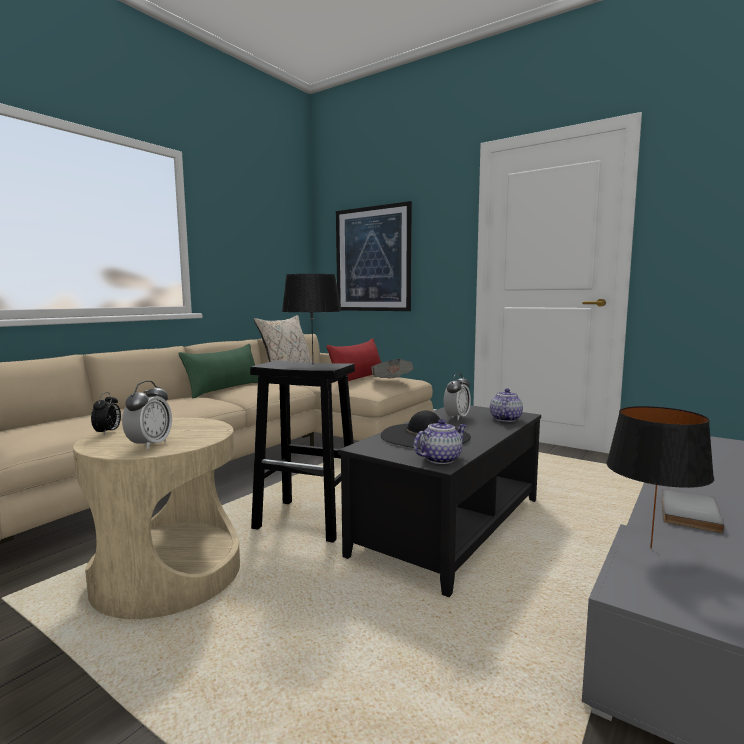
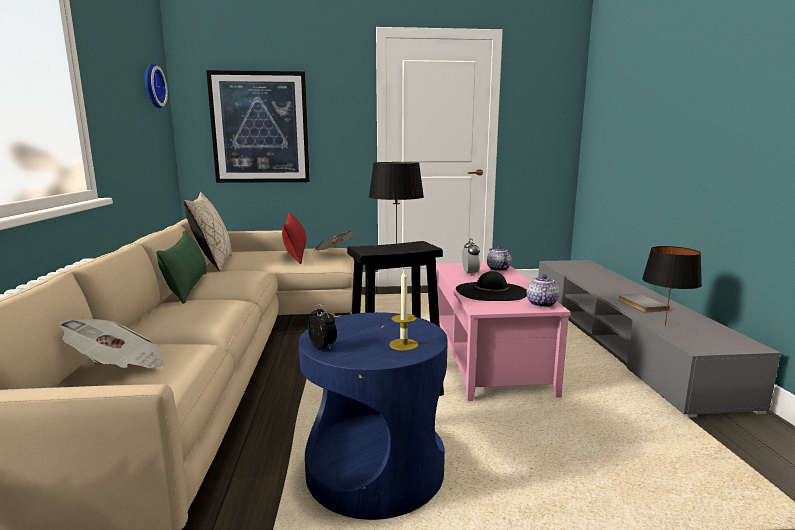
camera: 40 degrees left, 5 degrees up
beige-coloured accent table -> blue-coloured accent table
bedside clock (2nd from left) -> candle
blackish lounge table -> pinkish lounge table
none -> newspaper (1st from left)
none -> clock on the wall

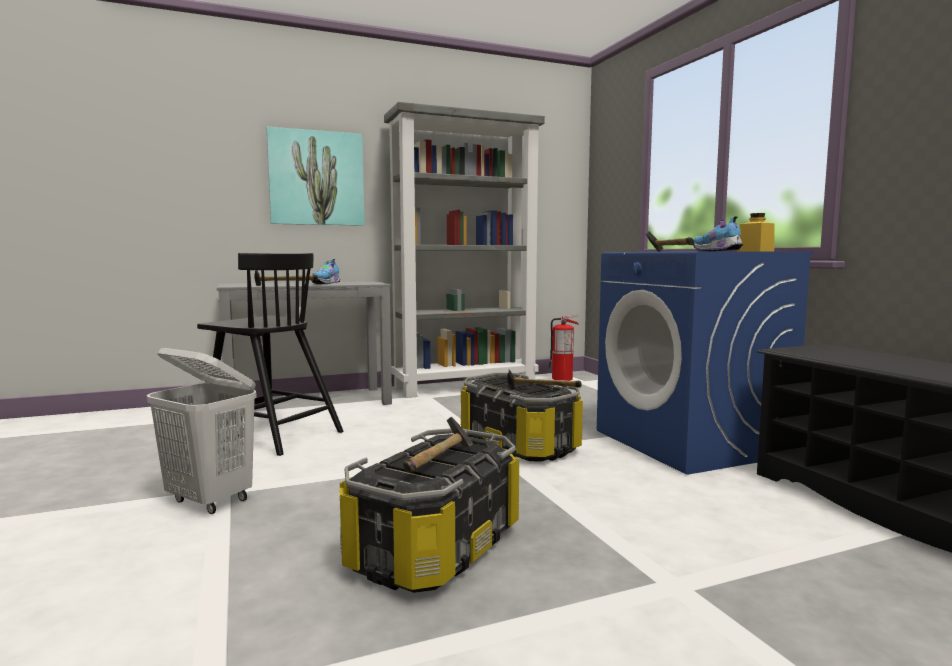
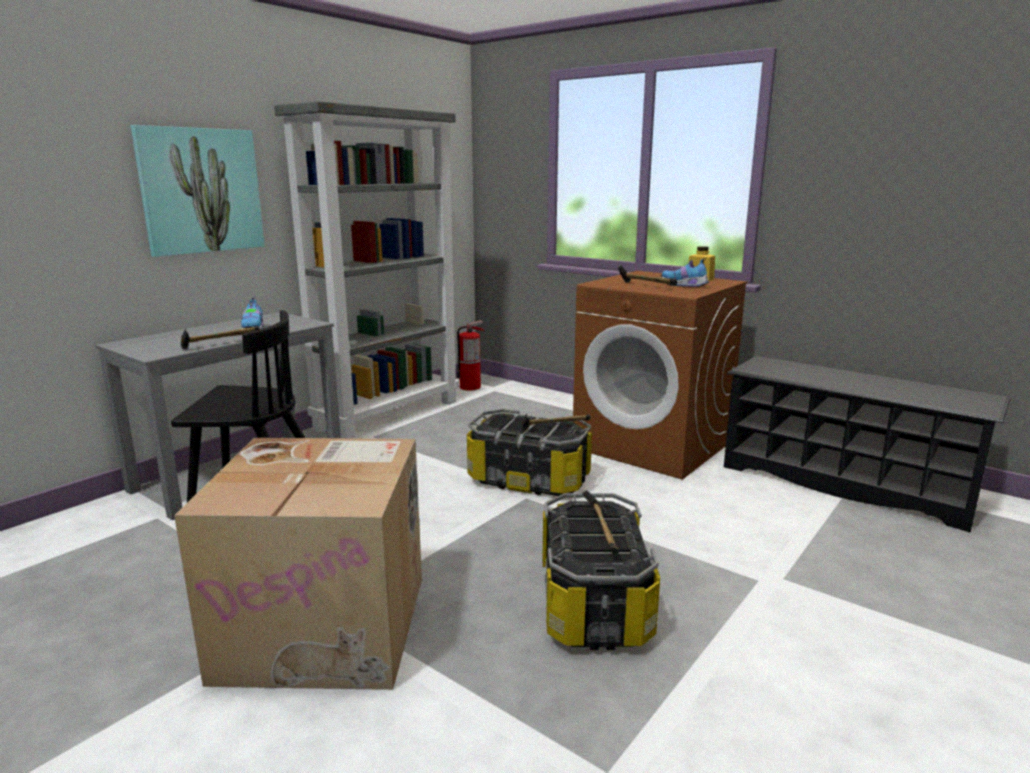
camera: 30 degrees left, 10 degrees up
white-coloured washing basket -> packing box
blue-coloured laundry appliance -> brownish laundry appliance

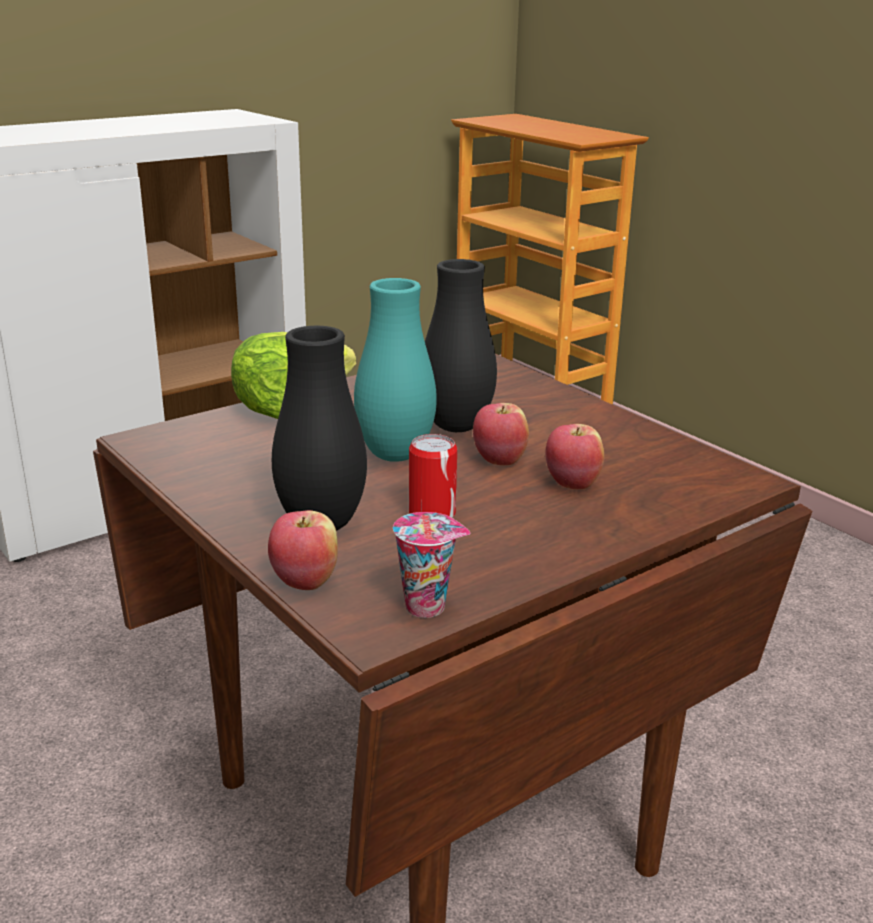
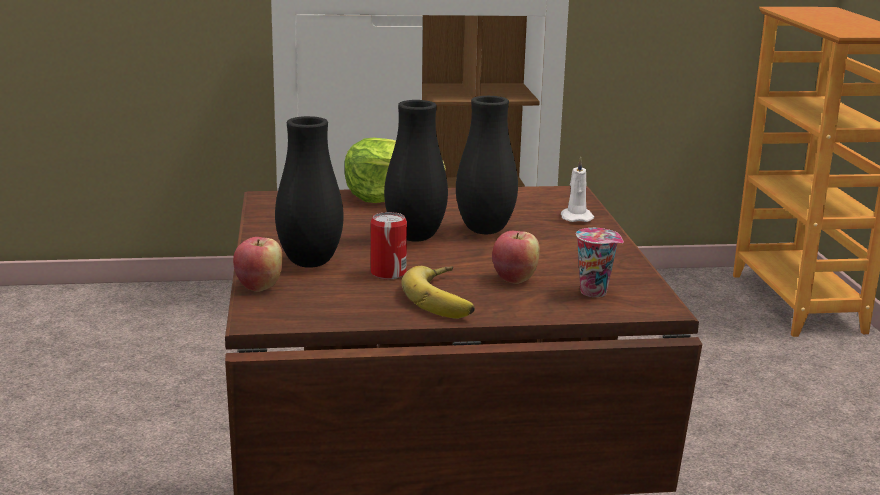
camera: 30 degrees right, 5 degrees down
turquoise-coloured decorative vase -> blackish decorative vase (2nd from left)
small cup, moved
apple (2nd from left) -> none
none -> banana
none -> white-coloured candle

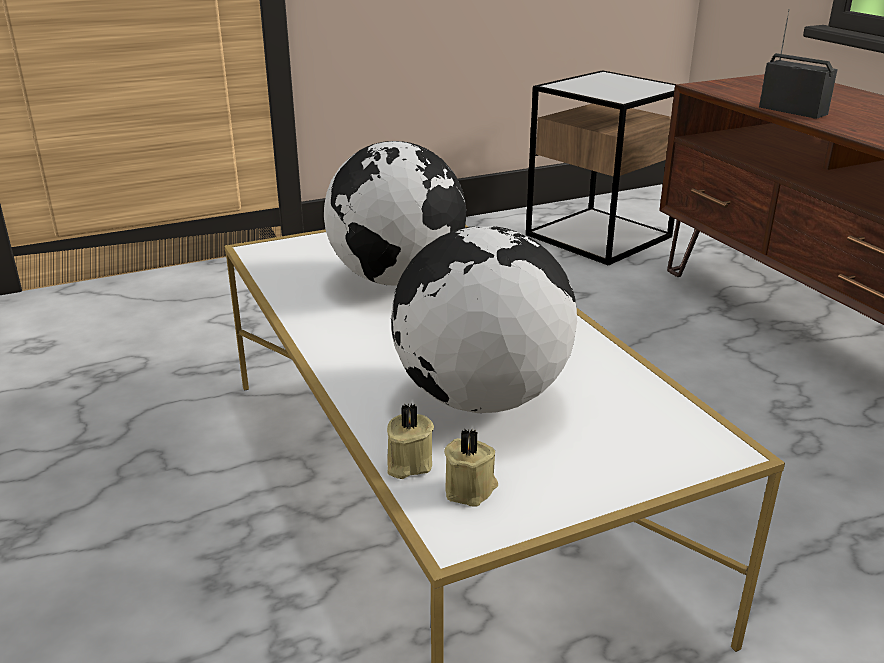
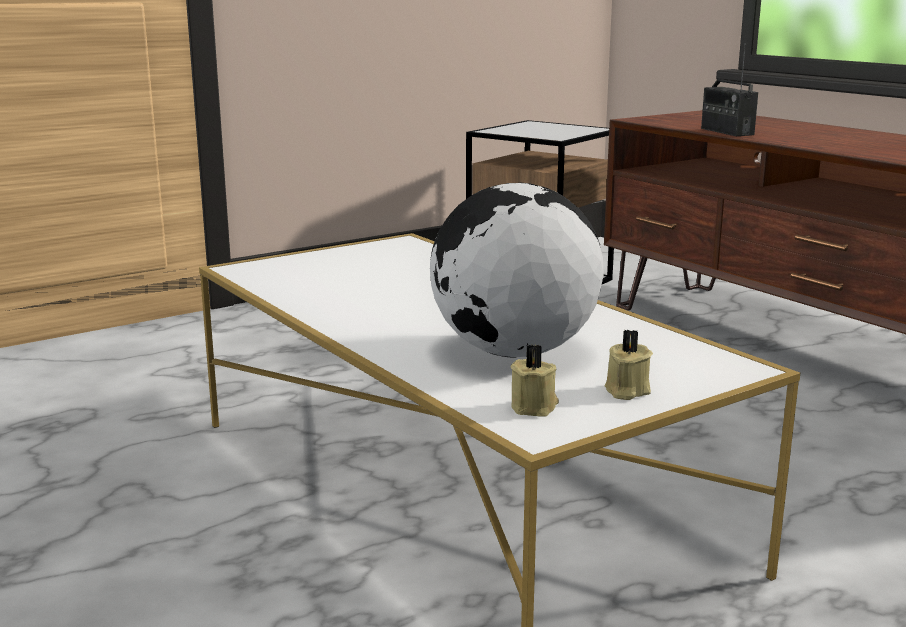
camera: 10 degrees left, 10 degrees down
desk globe (1st from left) -> none
beige-coloured candle (1st from left in the first image) -> beige-coloured candle (2nd from left), moved
radio, 150 degrees counterclockwise

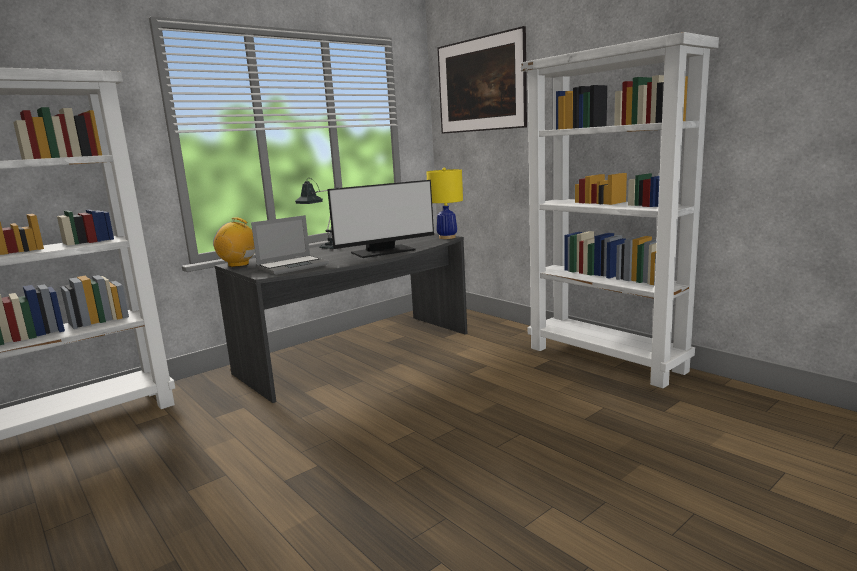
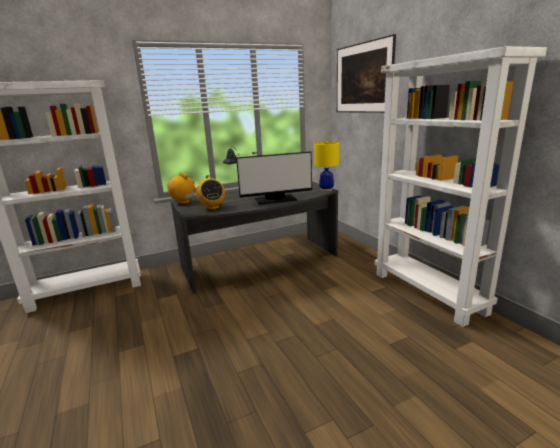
camera: 15 degrees right, 5 degrees up
laptop -> radio (2nd from left)

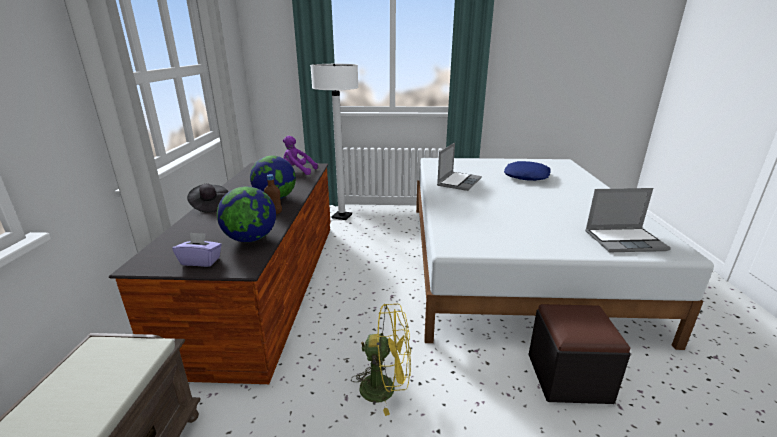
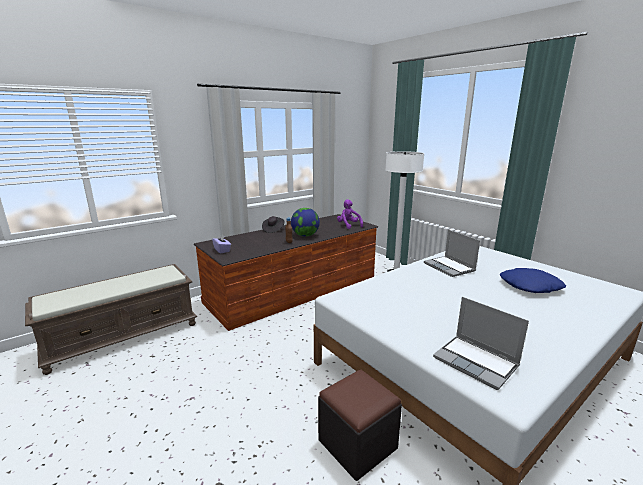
camera: 50 degrees right, 5 degrees down
desk globe (1st from left) -> none
yellowish cooling fan -> none
laptop (1st from left), 75 degrees clockwise

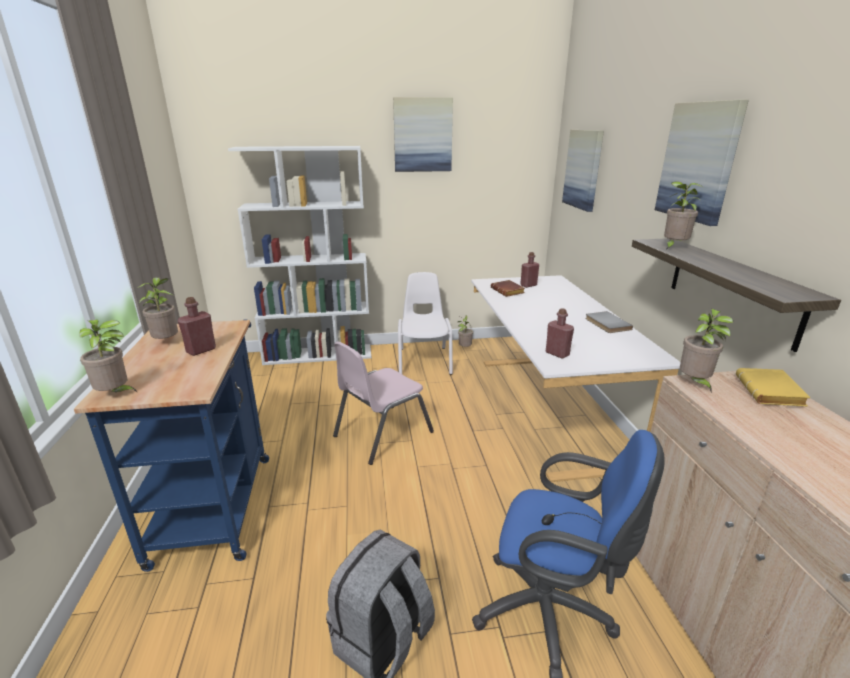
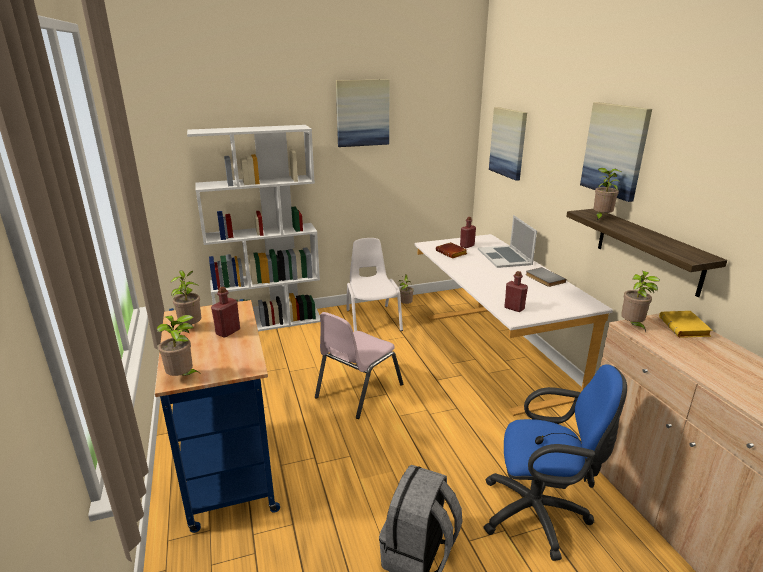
camera: 10 degrees left, 0 degrees up
none -> laptop

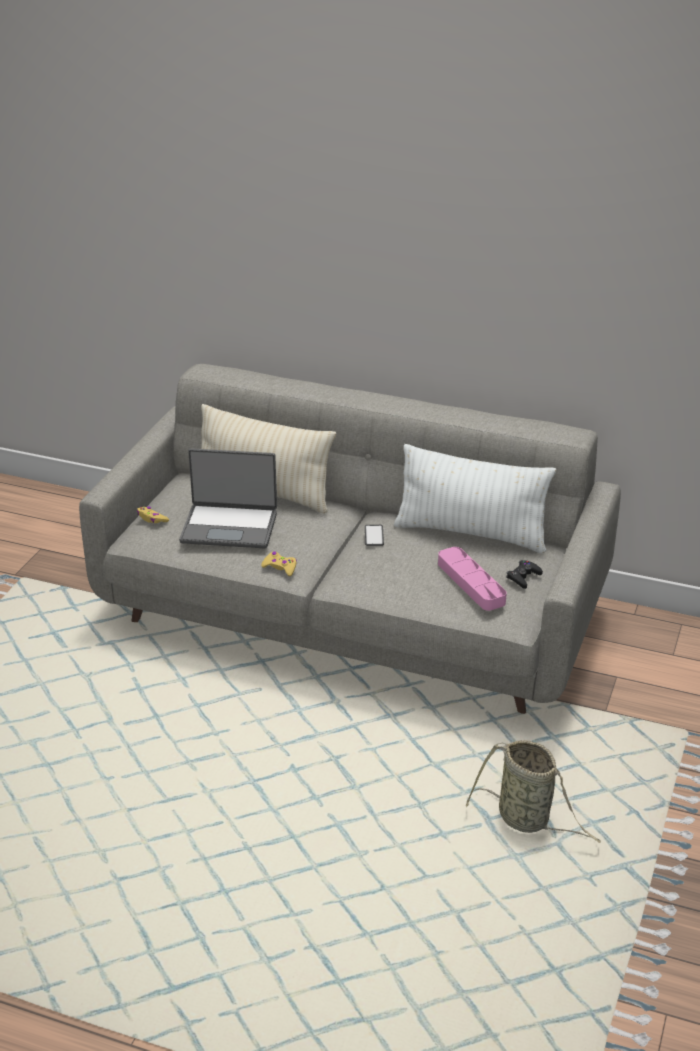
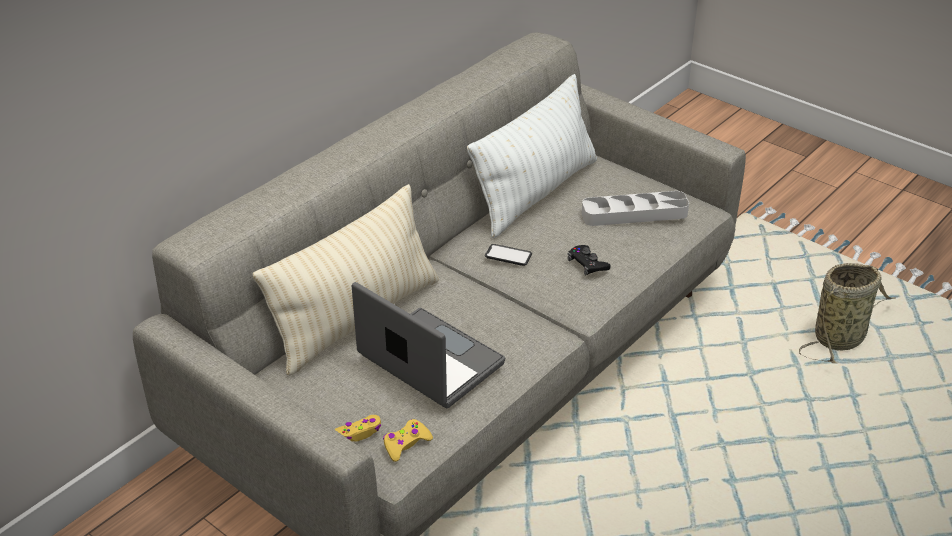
camera: 70 degrees left, 5 degrees up
laptop, 75 degrees counterclockwise
yellowish game controller (2nd from left), moved
pinkish tray -> greyish tray
blackish game controller, moved

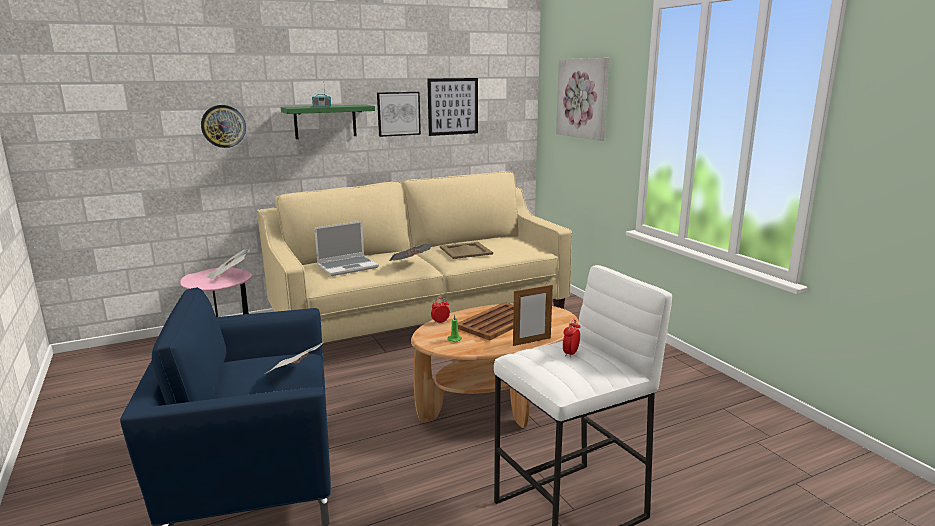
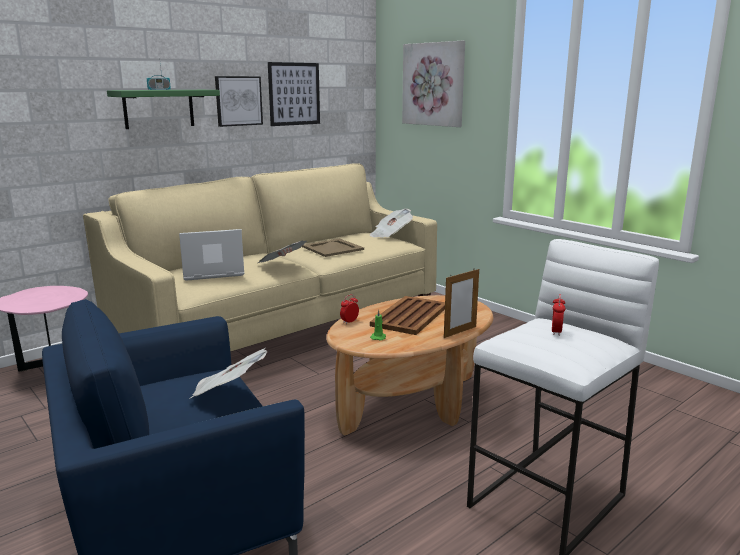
camera: 15 degrees left, 0 degrees up
clock on the wall -> none
newspaper (1st from left in the first image) -> newspaper (3rd from left), moved
laptop, 150 degrees counterclockwise

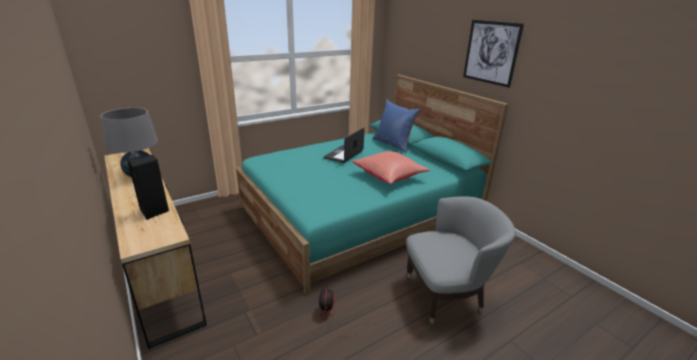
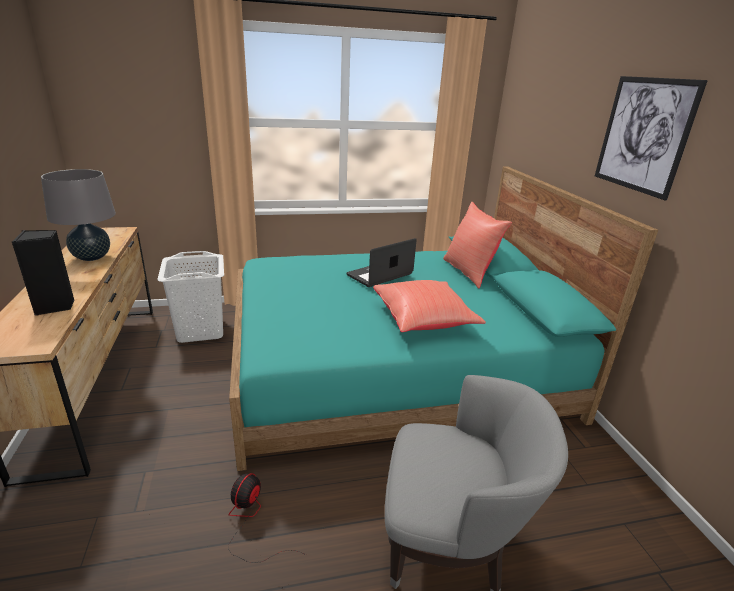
camera: 20 degrees right, 0 degrees up
blue-coloured throw pillow -> red-coloured throw pillow (2nd from left)
none -> white-coloured washing basket

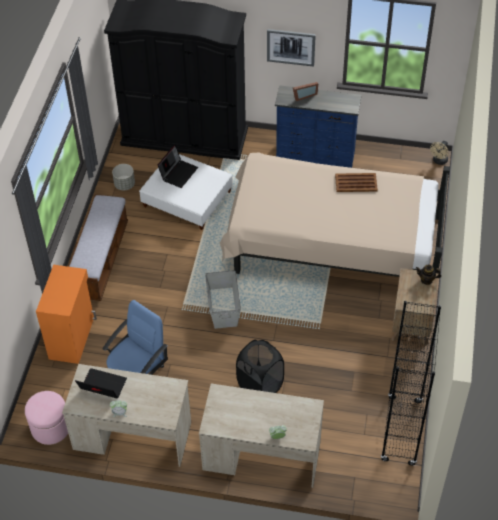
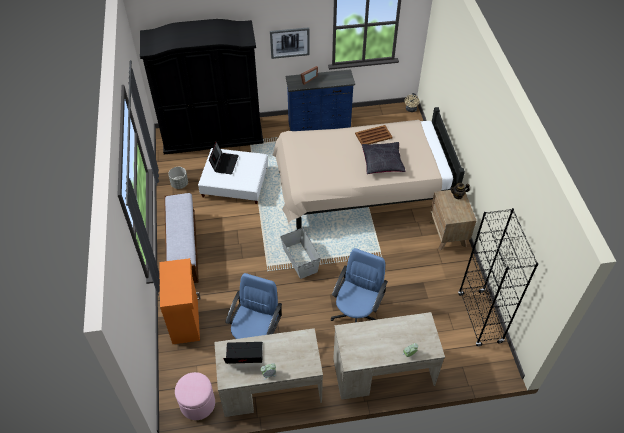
camera: 20 degrees left, 0 degrees up
blackish washing basket -> blue-coloured office chair (2nd from left)
none -> blackish throw pillow

